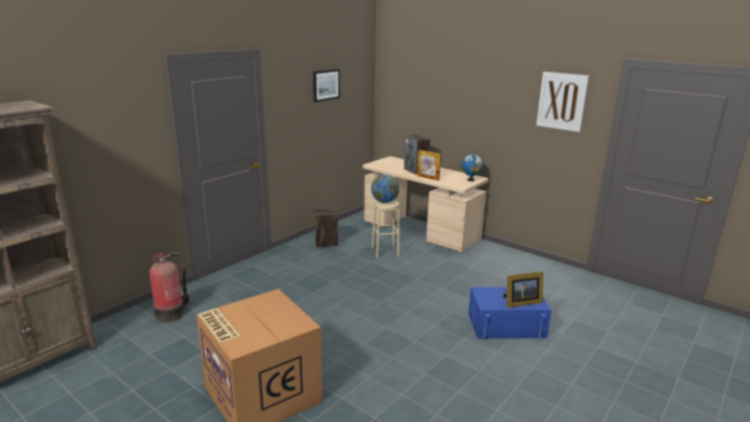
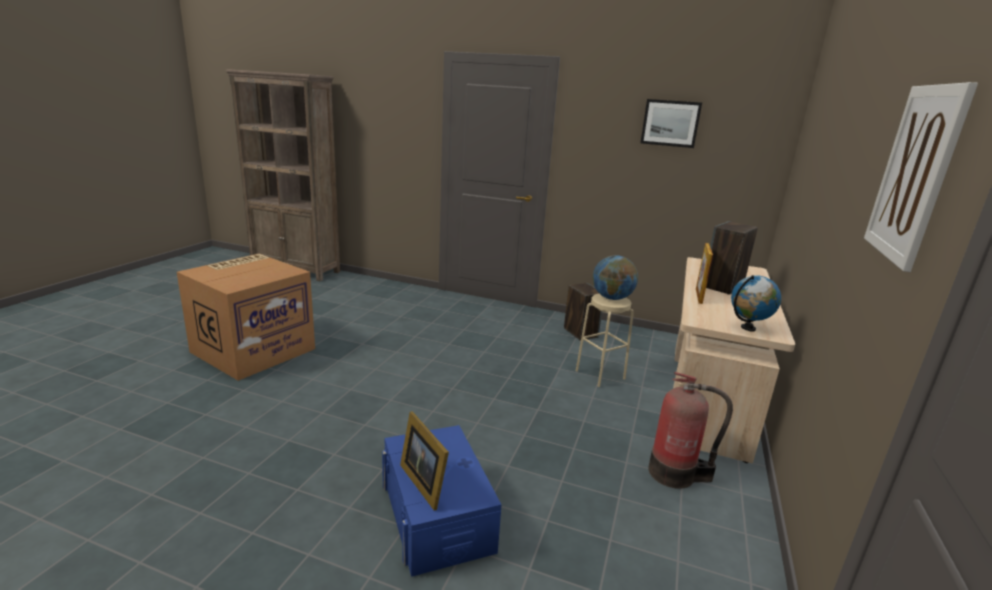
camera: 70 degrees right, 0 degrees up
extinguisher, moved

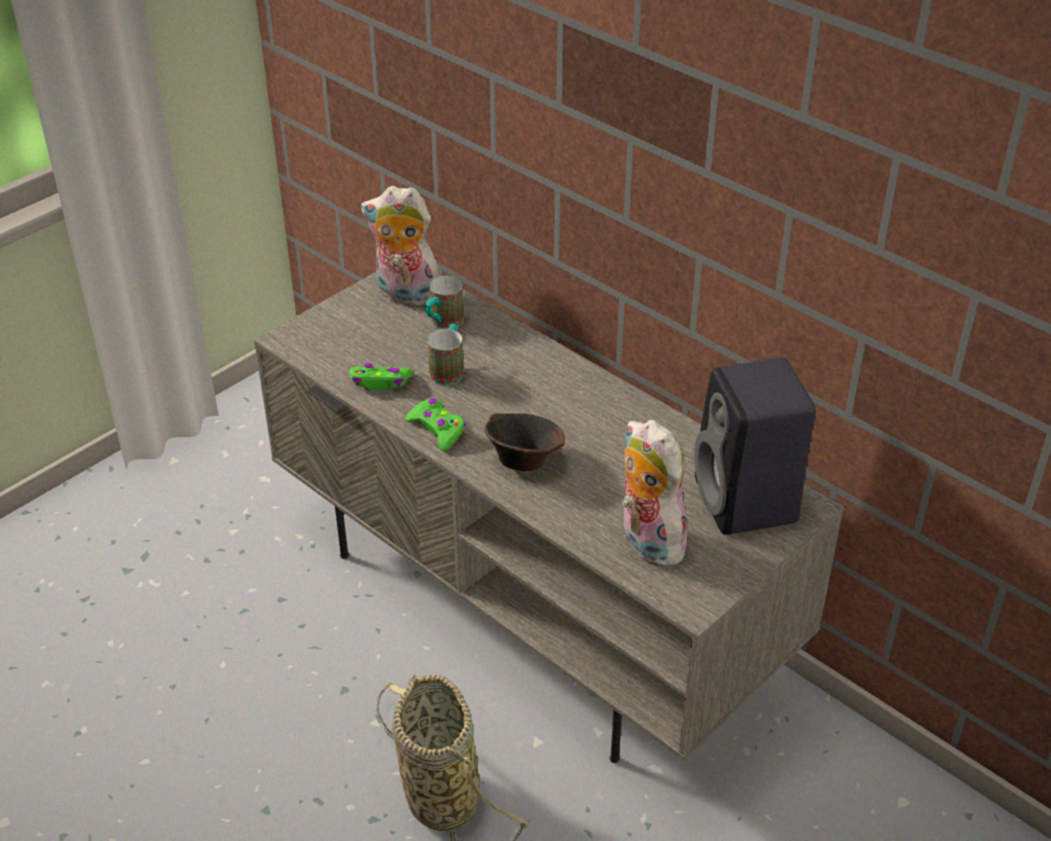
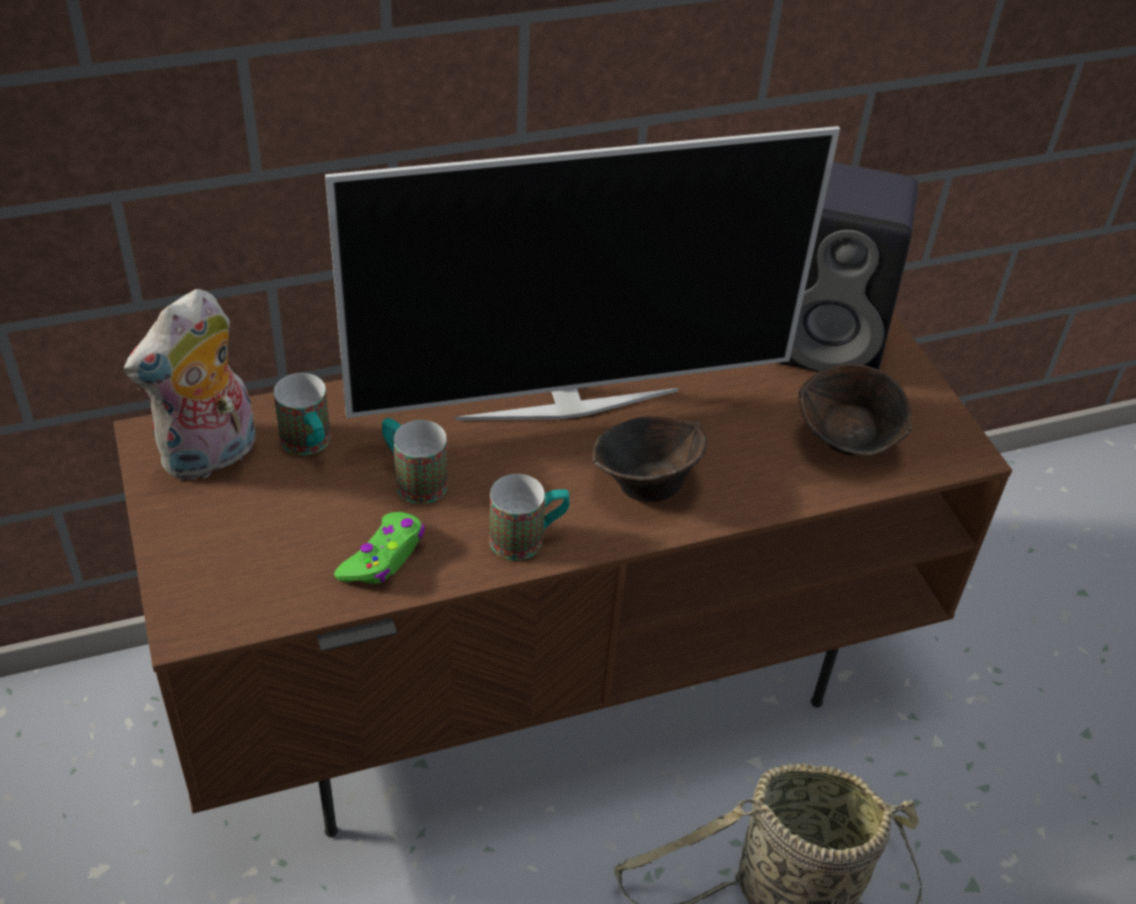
camera: 65 degrees left, 5 degrees up
greyish tv unit -> brownish tv unit
green-coloured game controller (2nd from left) -> coffee mug (3rd from left)
soft toy (2nd from left) -> brownish deep dish (2nd from left)
none -> television

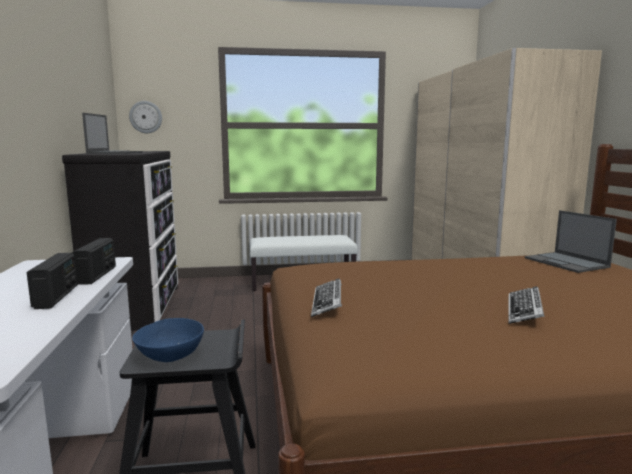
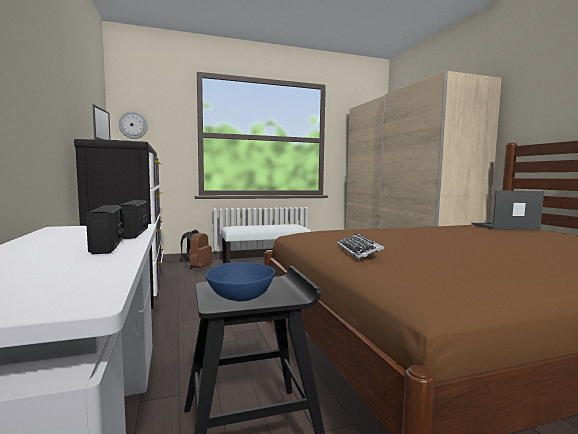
camera: 10 degrees left, 5 degrees down
computer keyboard (2nd from left) -> none
laptop (2nd from left), 120 degrees clockwise
none -> brownish backpack

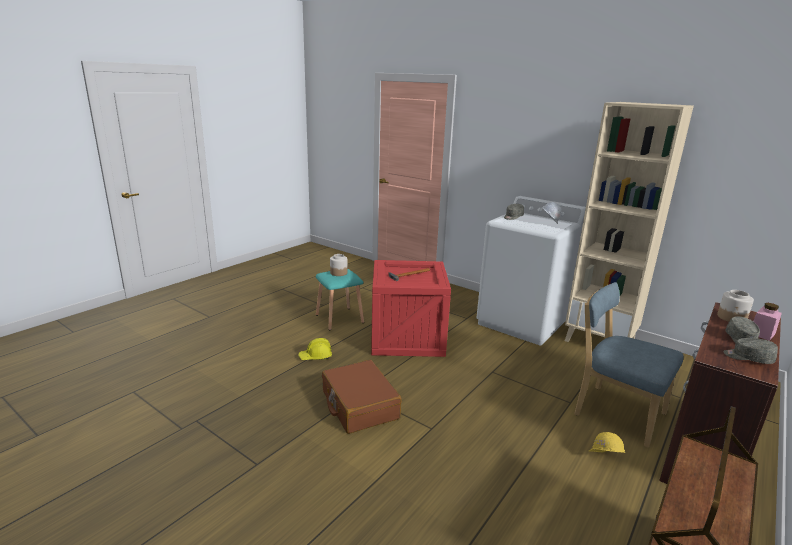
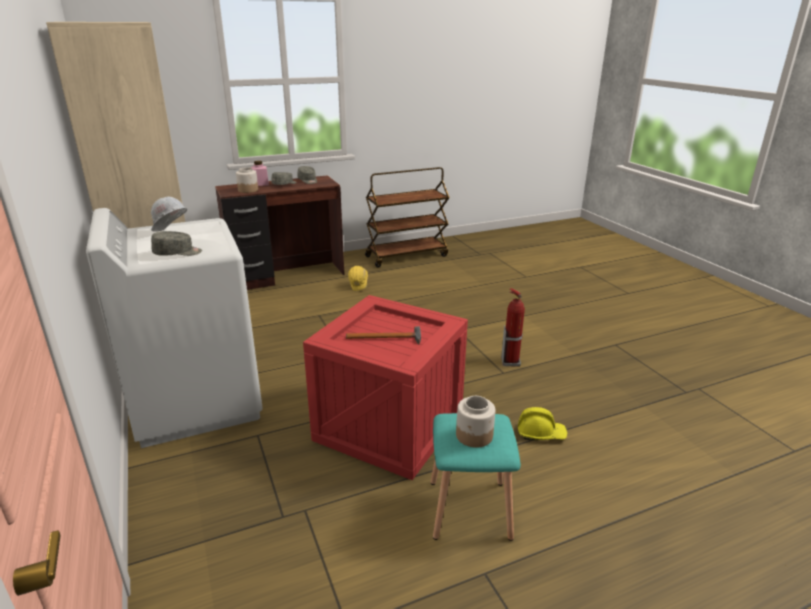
camera: 150 degrees left, 5 degrees up
brownish suitcase -> extinguisher
blue-coloured upright chair -> none

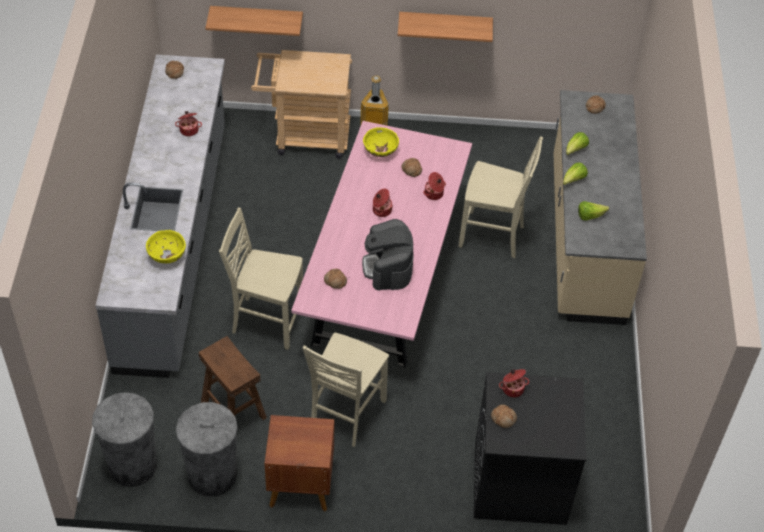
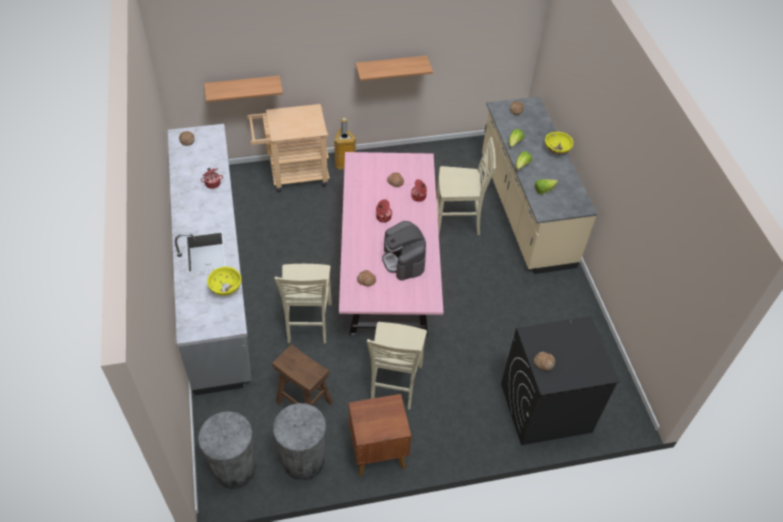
camera: 15 degrees left, 0 degrees up
beige-coloured upright chair (1st from left), 90 degrees counterclockwise
yellowish deep dish (2nd from left), moved
stockpot (4th from left) -> none

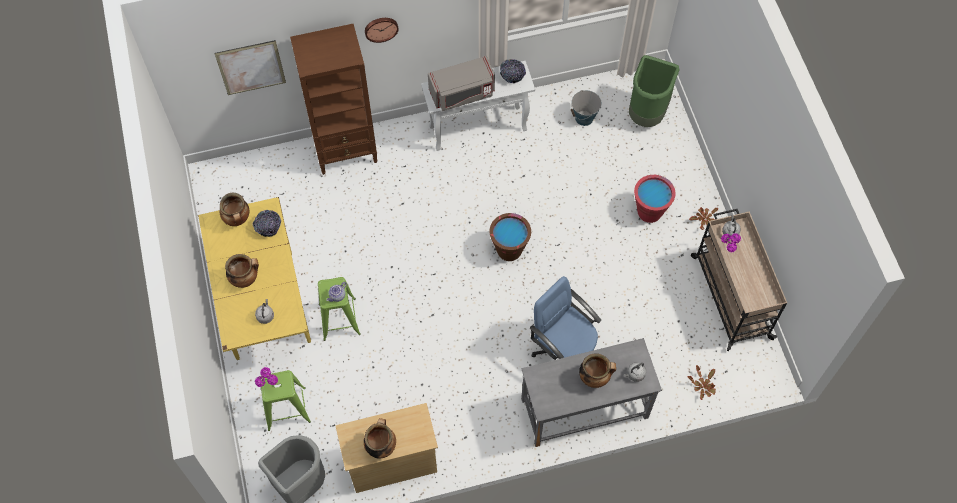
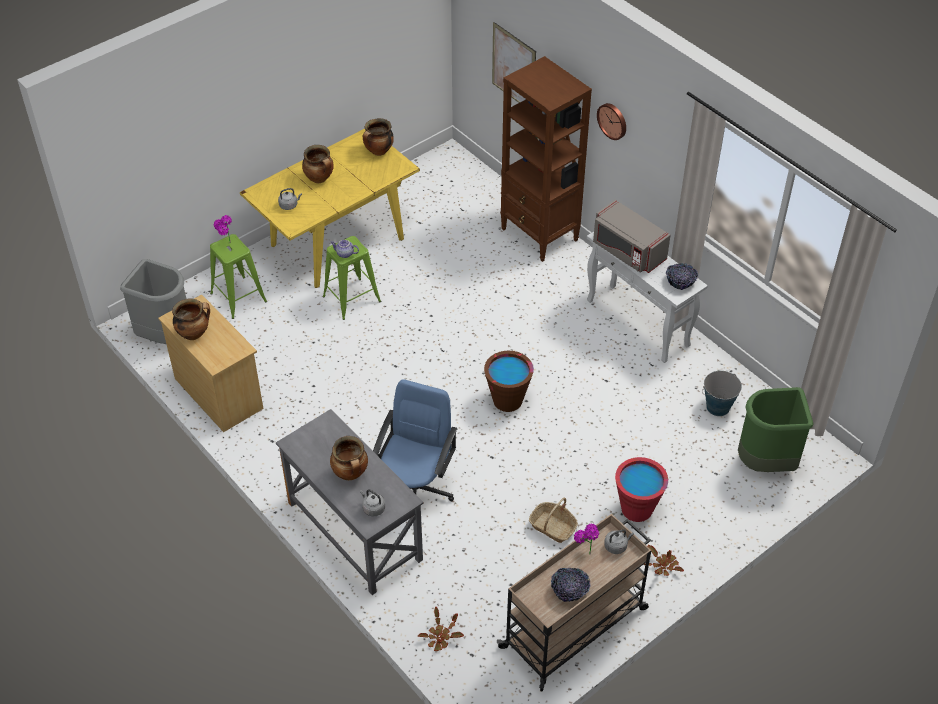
camera: 65 degrees right, 15 degrees down
deep dish (1st from left), moved
none -> storage basket

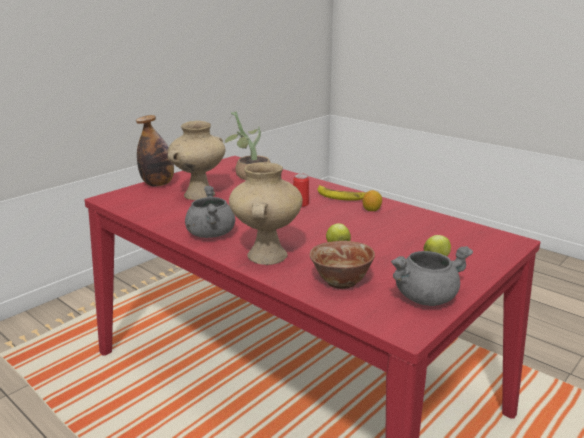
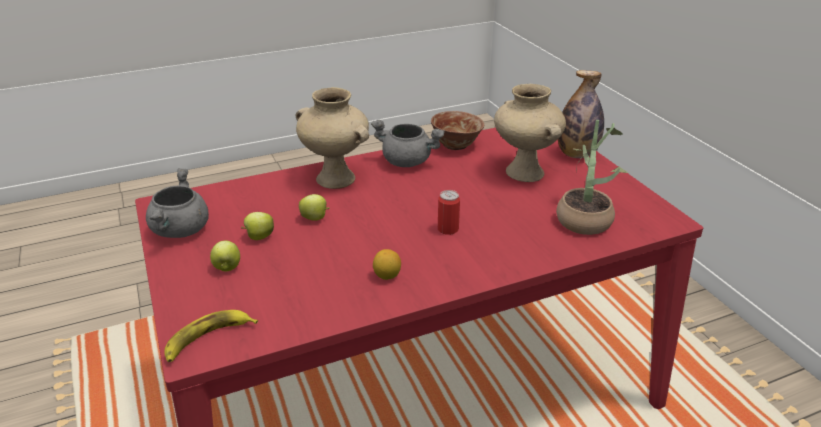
camera: 115 degrees right, 10 degrees up
deep dish, moved
banana, moved
none -> apple (2nd from left)

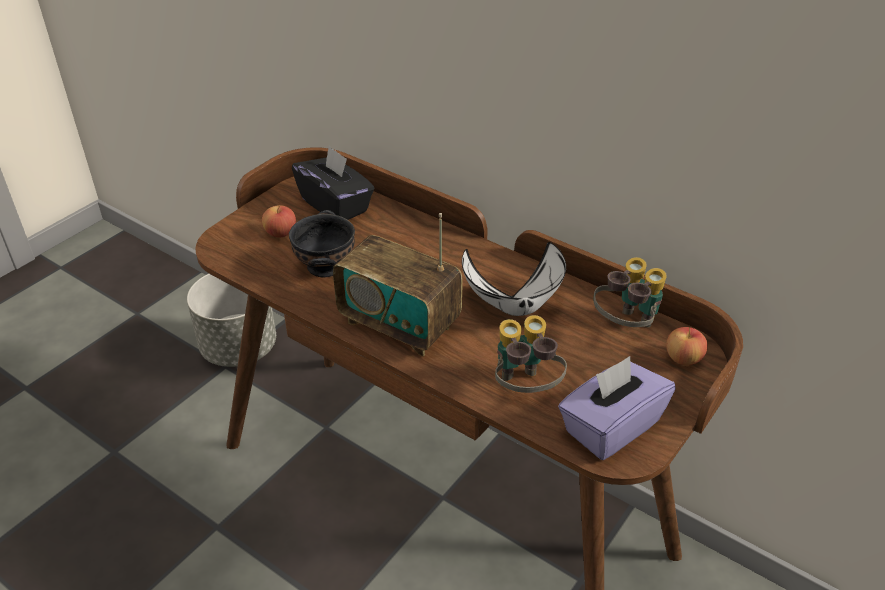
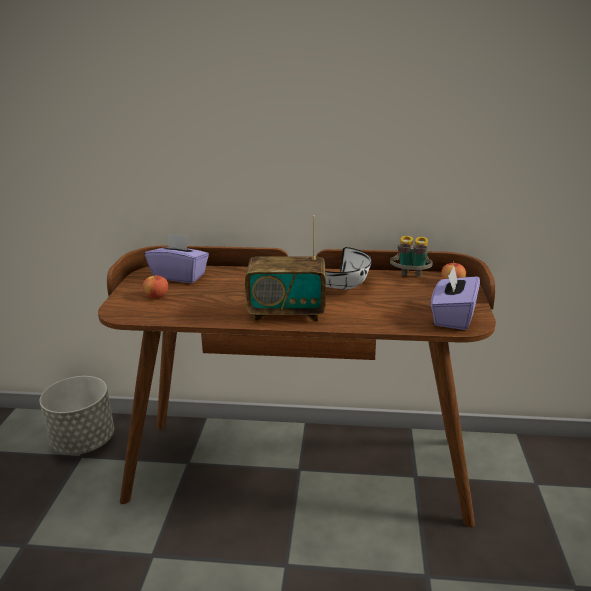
camera: 30 degrees left, 15 degrees down
blackish deep dish -> none
blackish box of tissues -> purplish box of tissues (1st from left)
field glasses (1st from left) -> none

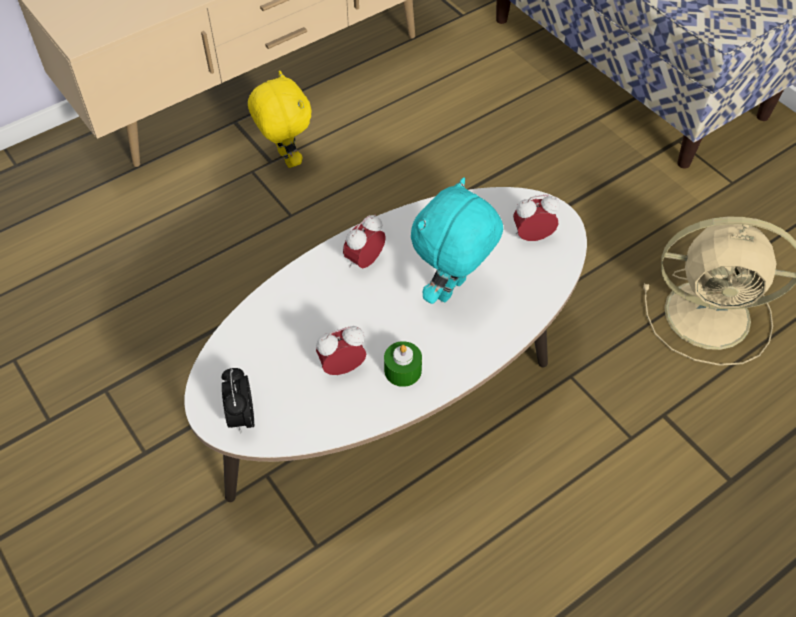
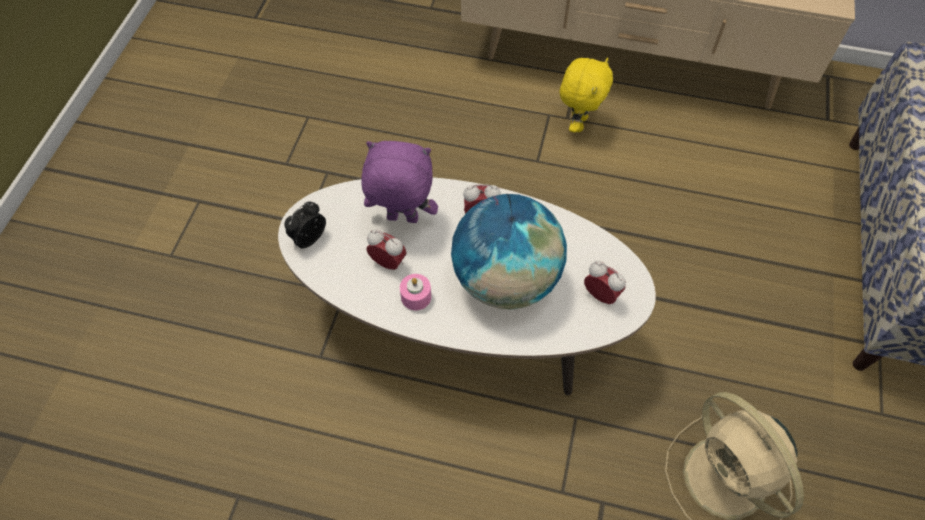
camera: 50 degrees right, 5 degrees up
green-coloured candle -> pinkish candle
turquoise-coloured soft toy -> desk globe
none -> purplish soft toy

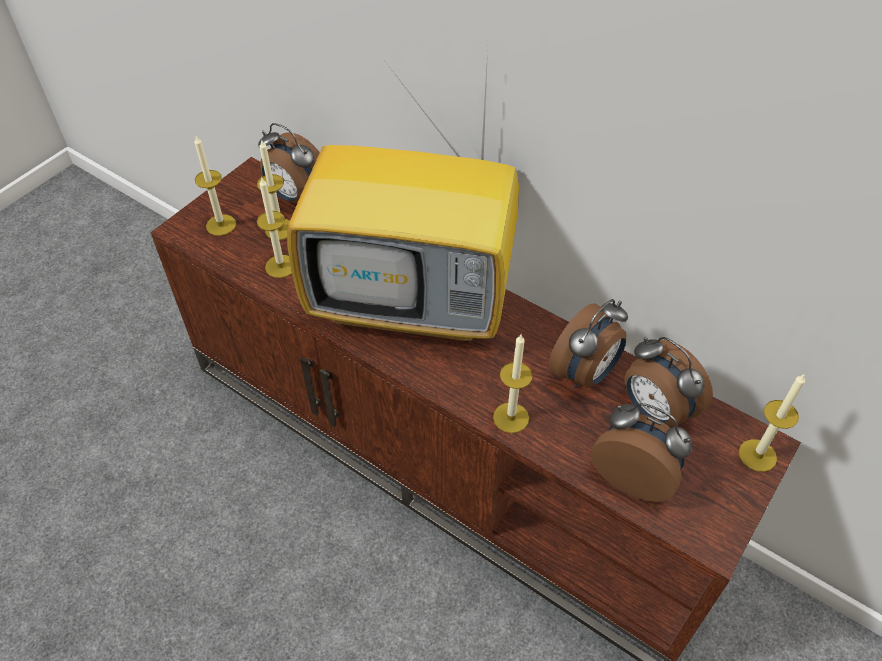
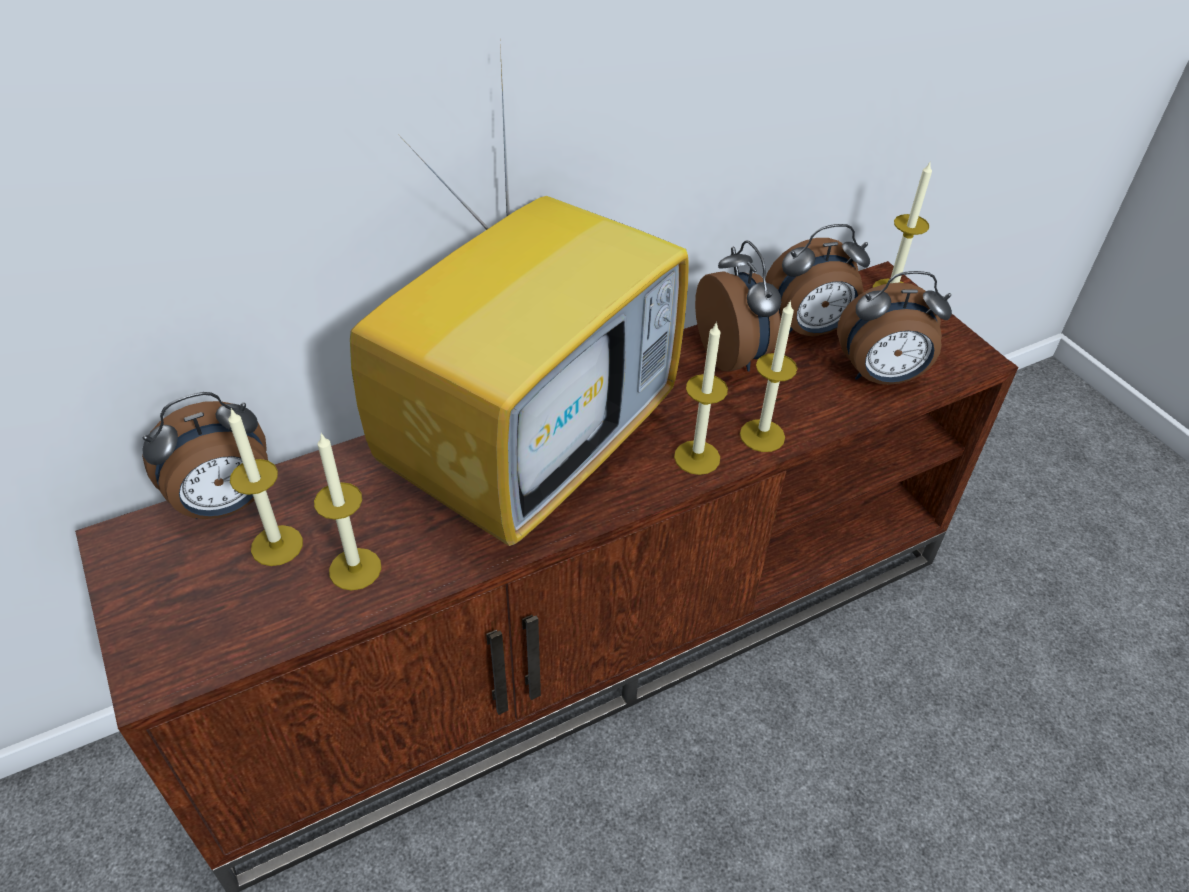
camera: 65 degrees left, 5 degrees down
candle (1st from left in the first image) -> candle (3rd from left), moved
bedside clock (3rd from left in the first image) -> bedside clock (4th from left), 150 degrees counterclockwise

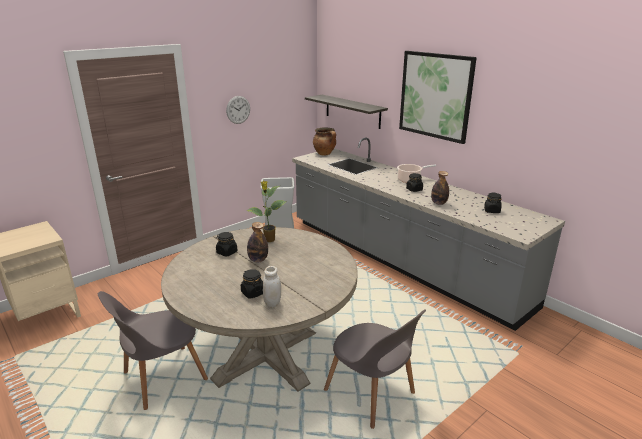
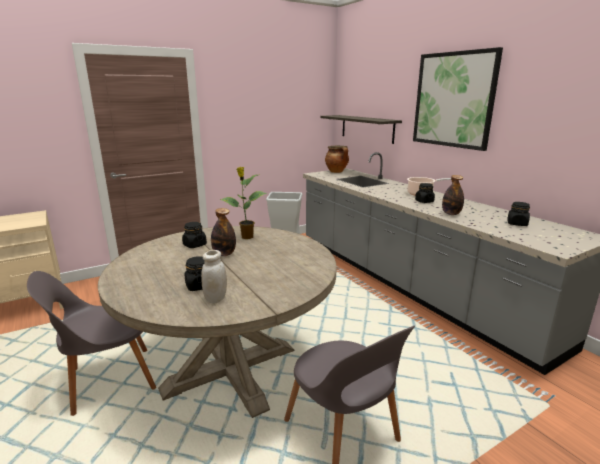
camera: 10 degrees right, 5 degrees down
clock on the wall -> none

